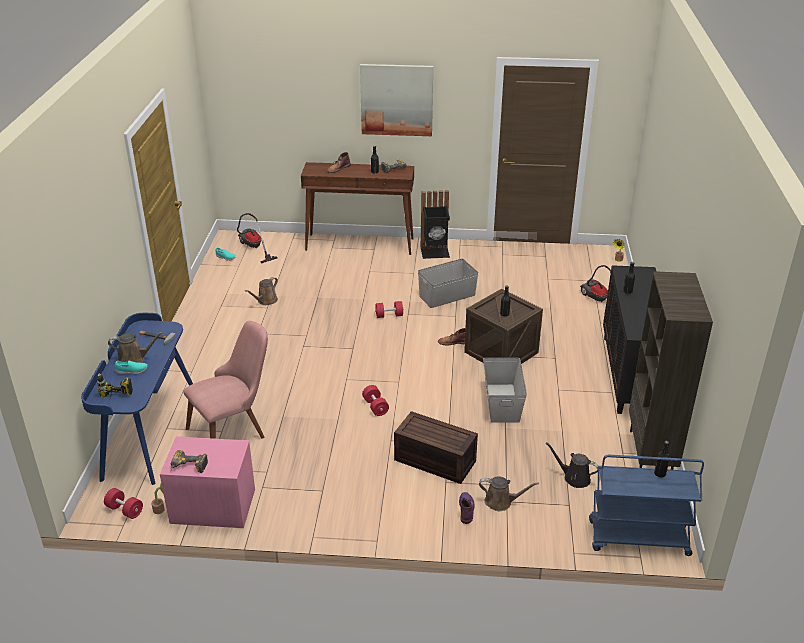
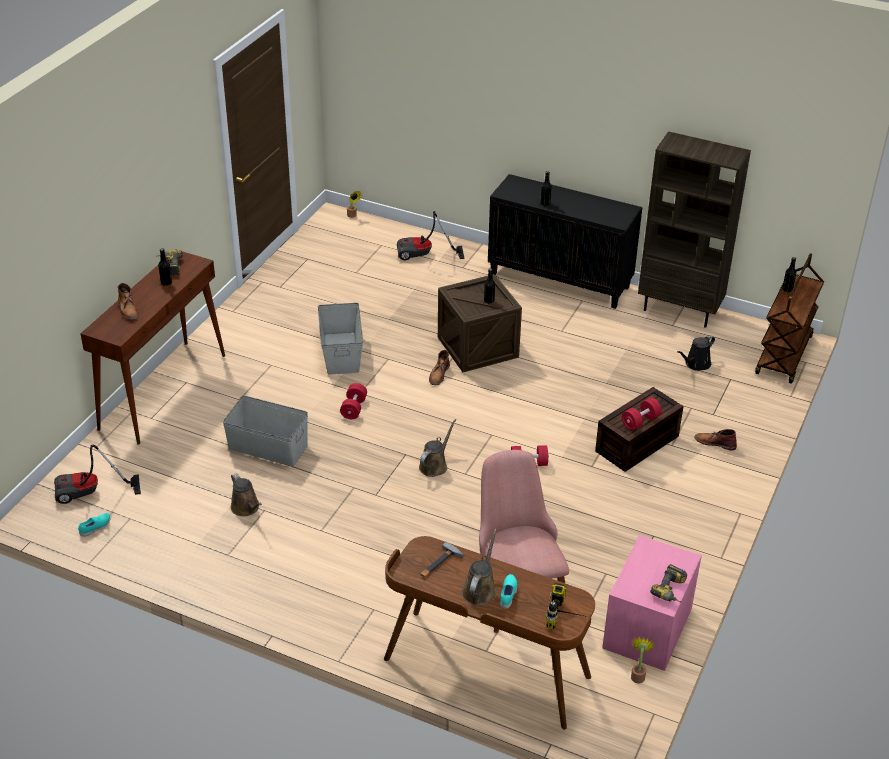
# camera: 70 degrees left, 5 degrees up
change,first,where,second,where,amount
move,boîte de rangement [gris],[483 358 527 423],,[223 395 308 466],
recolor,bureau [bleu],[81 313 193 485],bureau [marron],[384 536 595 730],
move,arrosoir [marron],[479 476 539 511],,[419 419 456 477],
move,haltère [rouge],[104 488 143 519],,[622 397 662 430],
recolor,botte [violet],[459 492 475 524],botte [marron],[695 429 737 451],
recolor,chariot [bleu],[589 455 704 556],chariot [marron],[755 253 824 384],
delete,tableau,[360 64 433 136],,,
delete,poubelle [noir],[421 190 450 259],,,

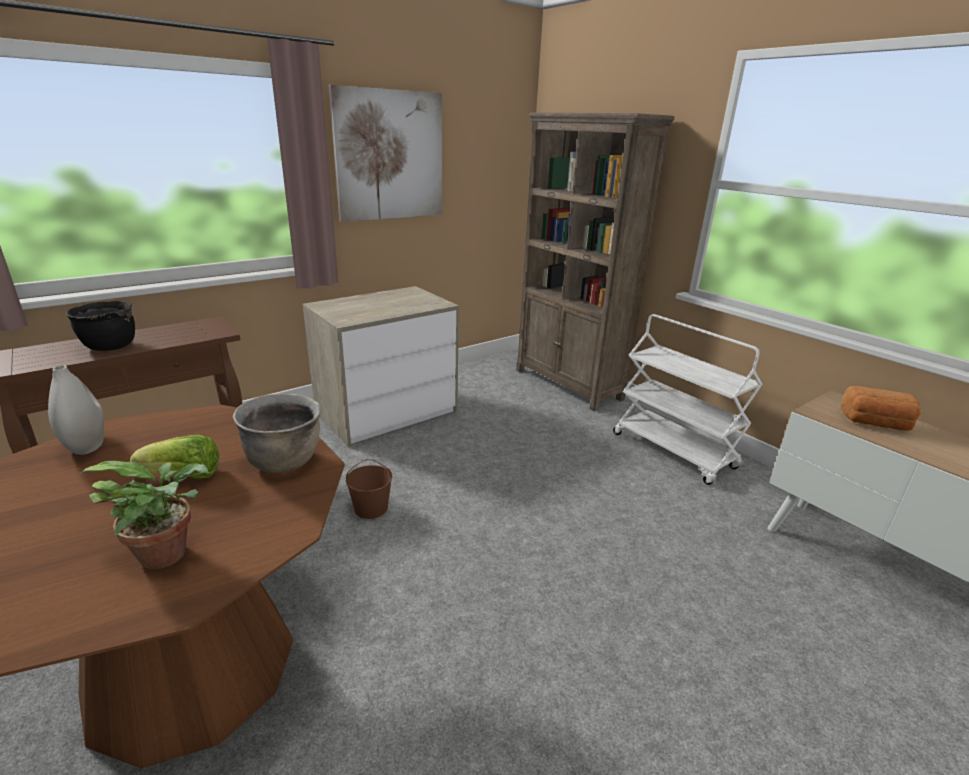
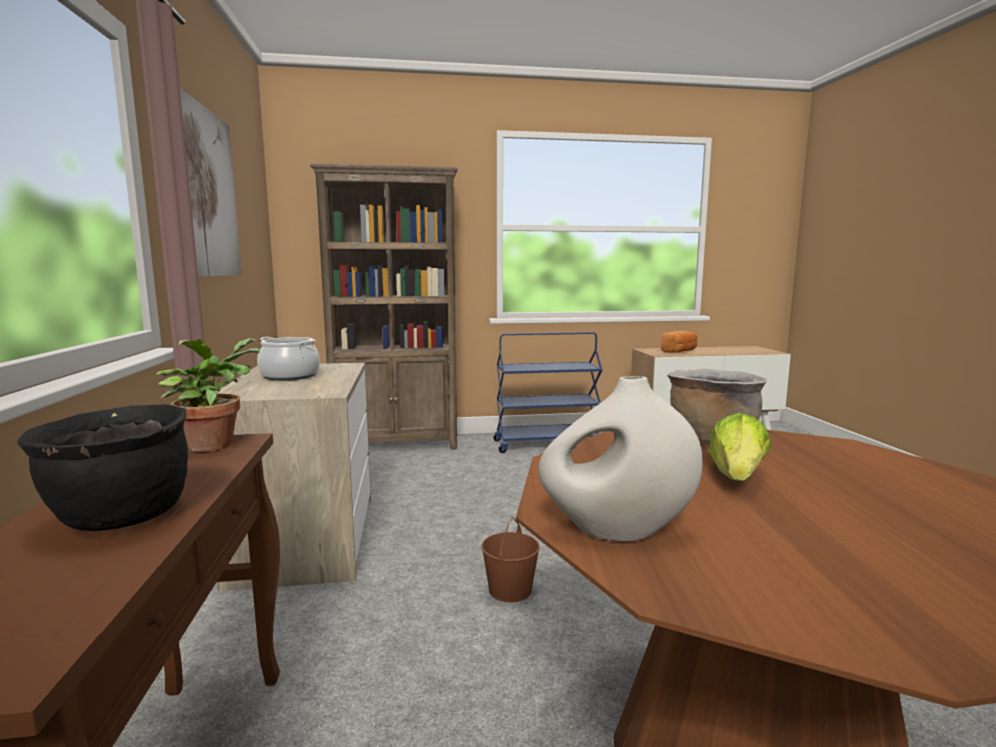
# camera: 60 degrees left, 15 degrees down
change,first,where,second,where,amount
move,plante en pot,[79 461 209 569],,[156 338 260 452],
insert,,,marmite,[257 337 320 381],
recolor,chariot [blanc],[613 314 762 485],chariot [bleu],[493 332 603 453],

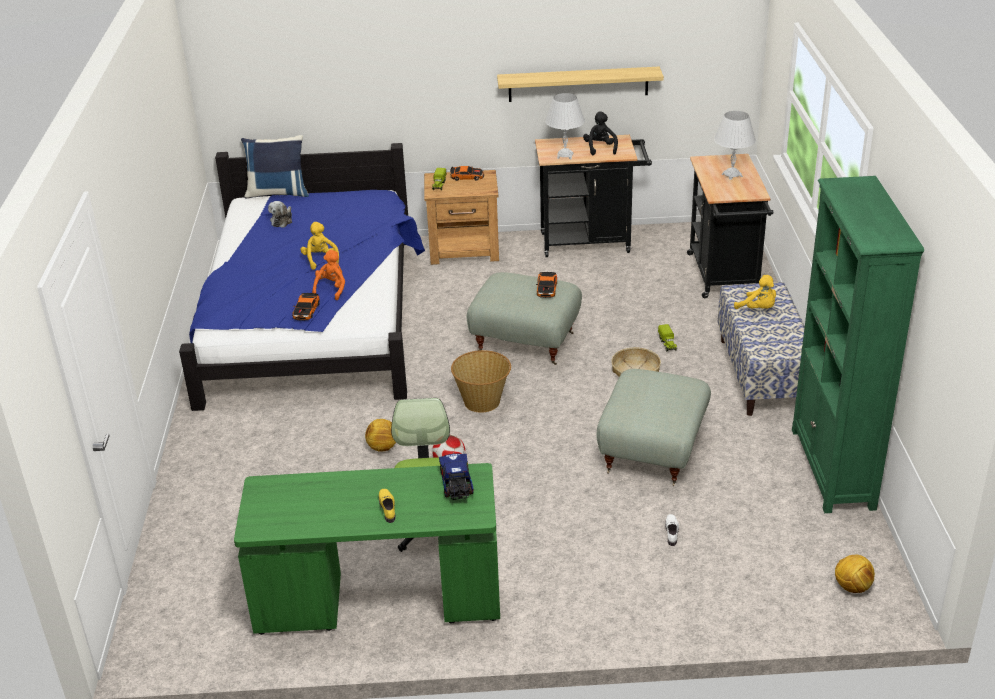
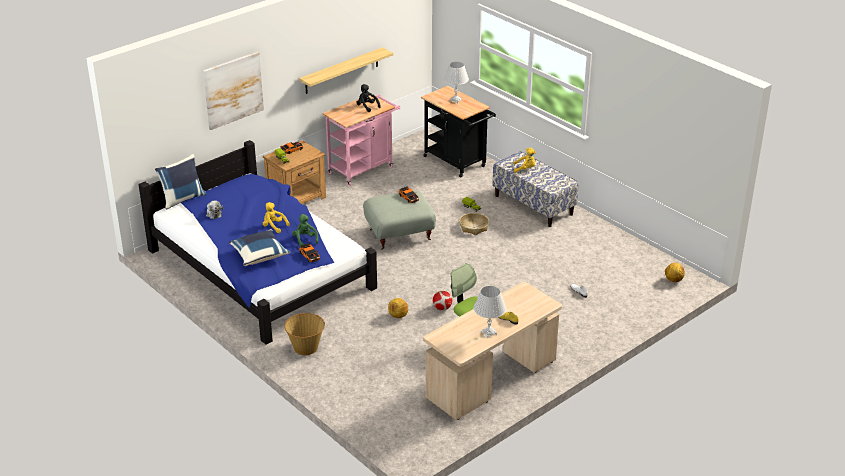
# camera: 40 degrees left, 0 degrees up
change,first,where,second,where,amount
insert,,,tableau,[203 51 264 130],
insert,,,coussin [bleu],[229 229 291 266],
move,panier,[451 350 511 413],,[284 313 325 355],
recolor,peluche [orange],[312 250 345 300],peluche [vert],[292 214 318 246],
recolor,chariot [noir],[535 135 652 257],chariot [rose],[322 95 400 186],
recolor,bureau [vert],[234 463 500 635],bureau [beige],[423 282 562 420],
move,lampe de table [blanc],[545 93 585 159],,[473 286 506 338],
delete,camion jouet,[439 453 474 500],,,
delete,pouf [gris],[596 369 711 486],,,
delete,bibliothèque [vert],[792 176 924 513],,,

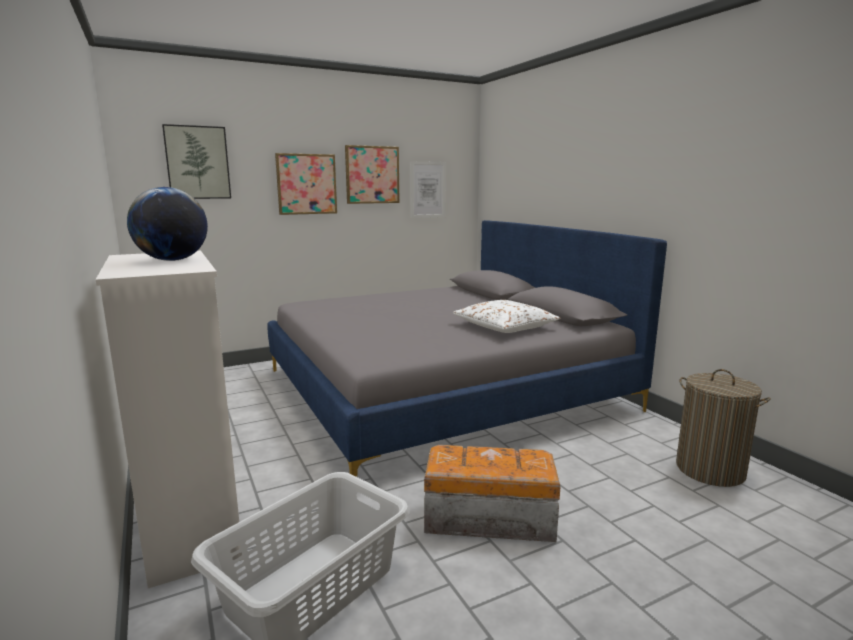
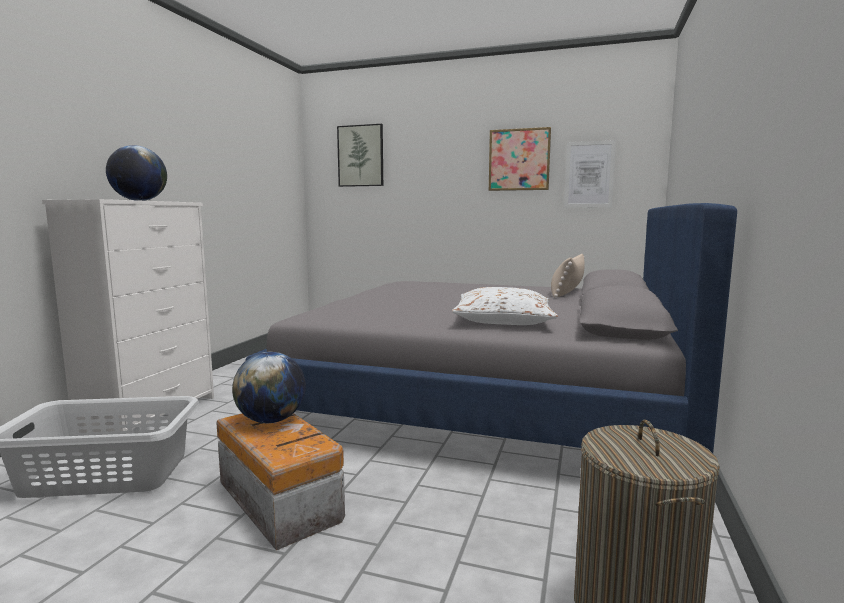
# camera: 45 degrees right, 5 degrees down
change,first,where,second,where,amount
insert,,,globe,[232 352 306 423],
insert,,,coussin [beige],[551 253 585 298],
delete,tableau,[275 153 337 215],,,

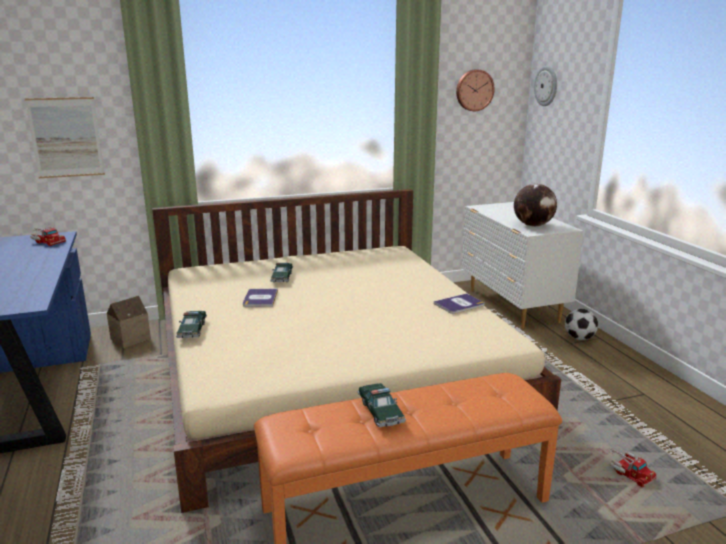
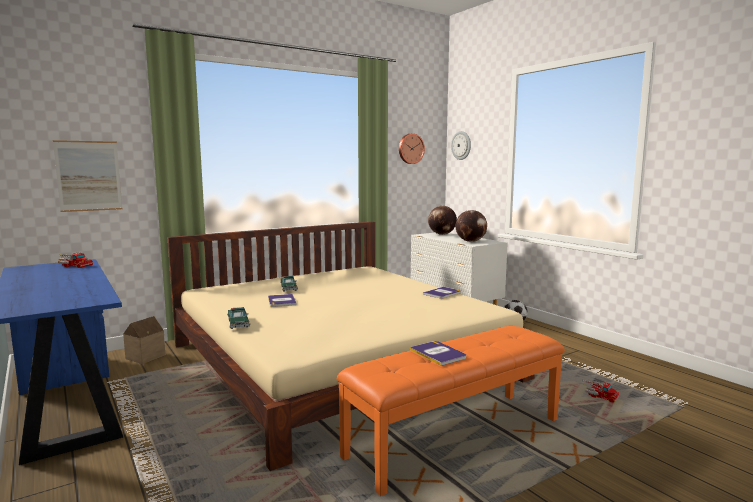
# camera: 15 degrees left, 10 degrees down
change,first,where,second,where,amount
replace,petite voiture,[357 383 406 427],livre,[410 341 466 366],
insert,,,globe,[428 206 457 235],

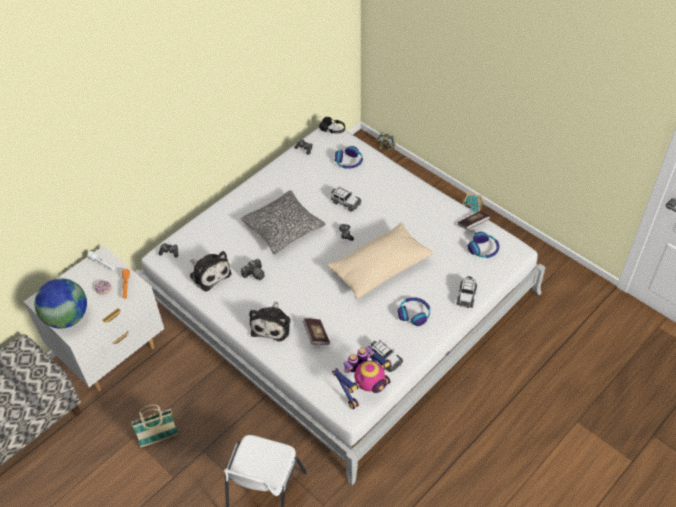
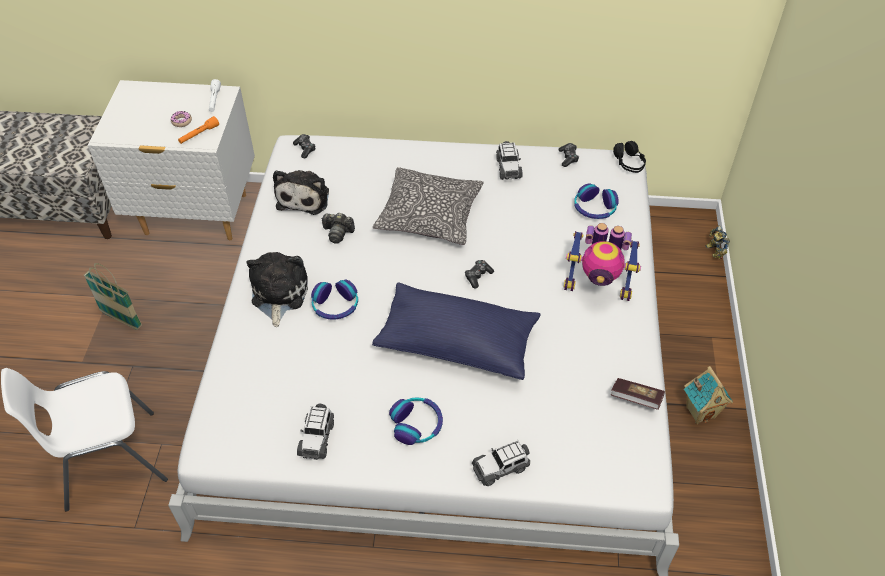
# camera: 50 degrees right, 0 degrees up
change,first,where,second,where,amount
rotate,peluche,[249 302 291 342],,[246 252 308 327],120 degrees clockwise
move,casque audio,[468 232 500 258],,[311 280 358 320],
recolor,coussin [beige],[327 222 433 299],coussin [bleu],[372 282 540 380],
move,petite voiture,[330 187 362 212],,[496 141 523 180],
move,robot jouet,[332 346 392 409],,[564 223 641 301],
delete,globe,[34 278 87 328],,,
delete,livre,[303 318 330 345],,,

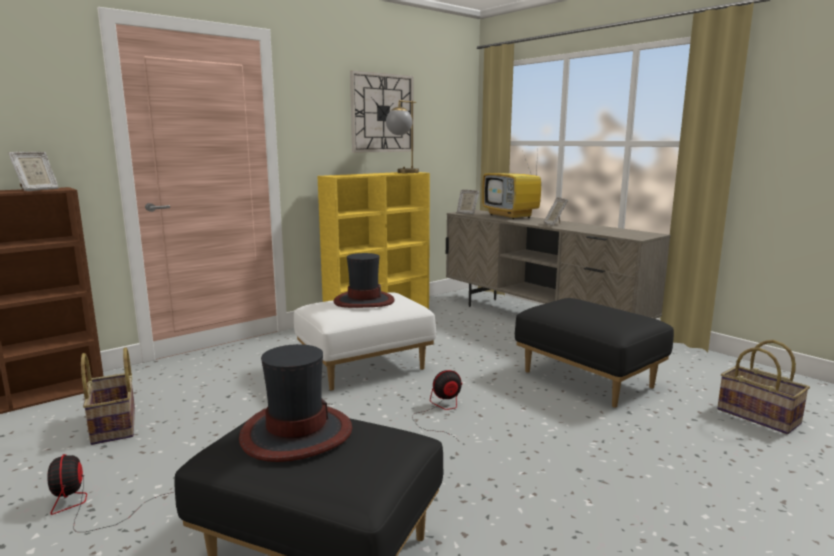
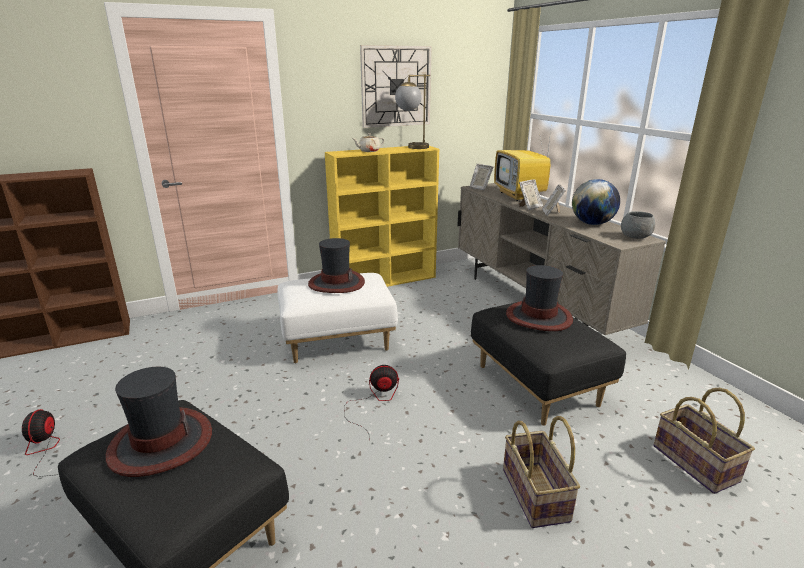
# camera: 15 degrees right, 10 degrees up
change,first,where,second,where,amount
insert,,,théière [beige],[352 133 384 152],
move,panier,[81 347 135 445],,[503 416 580 528],
insert,,,chapeau,[506 265 573 331],
move,cadre photo,[8 152 59 191],,[519 179 543 210],
insert,,,globe,[572 179 620 225],
insert,,,bol [gris],[621 211 655 239],

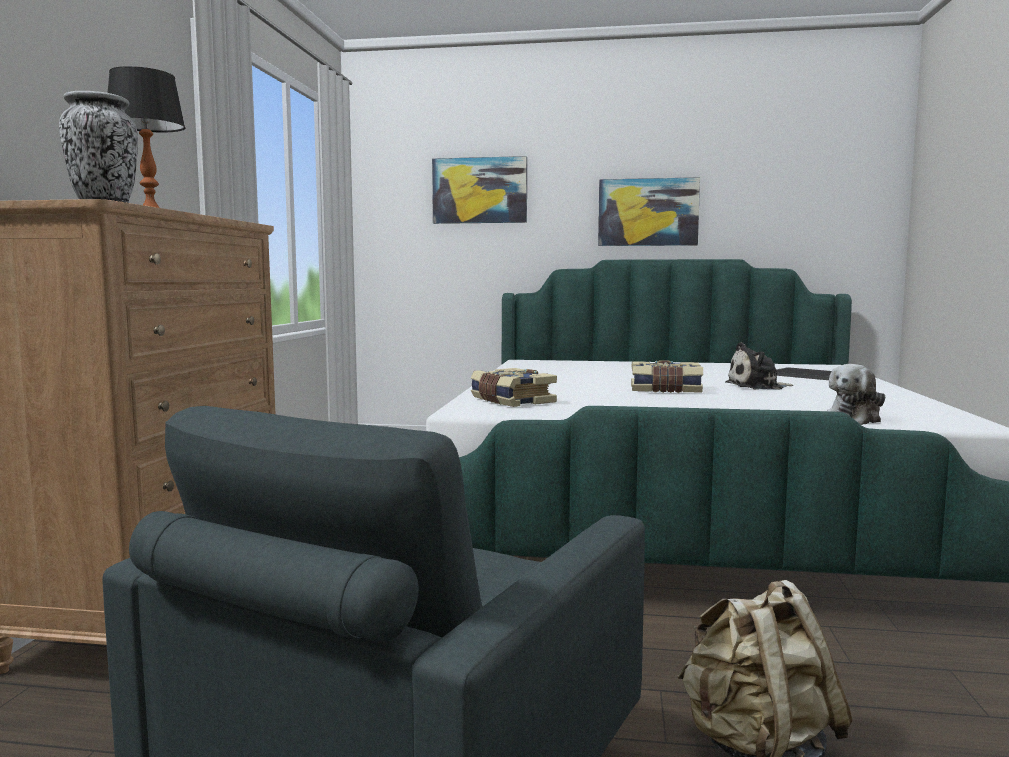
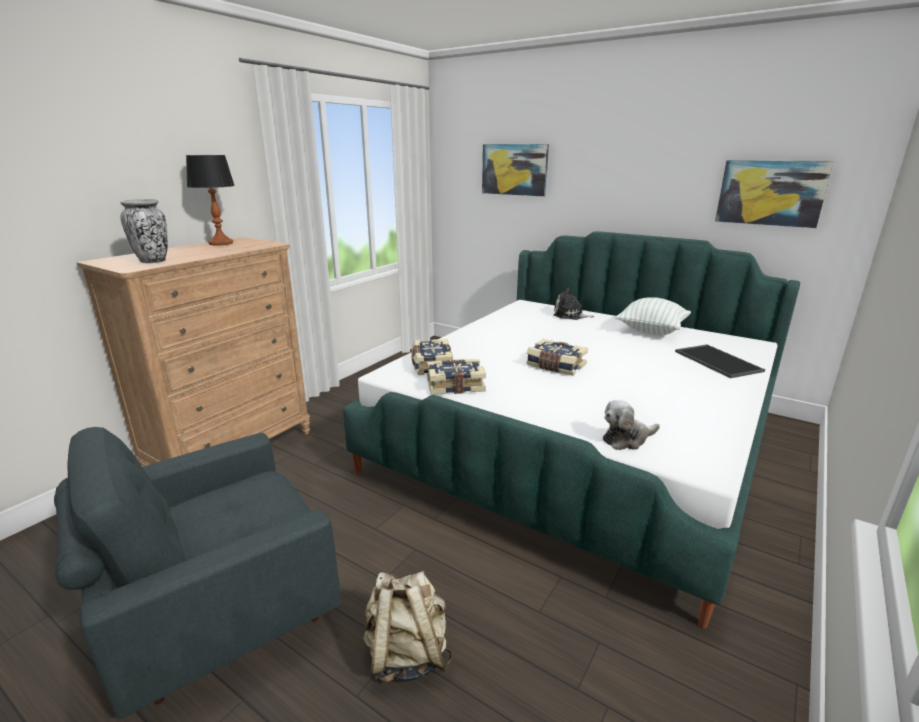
# camera: 25 degrees right, 15 degrees up
change,first,where,second,where,amount
insert,,,livre,[427 359 486 395],
move,peluche,[725 342 793 390],,[554 288 594 320],
insert,,,coussin,[615 297 691 335],
move,tableau,[598 177 700 246],,[715 160 834 228],

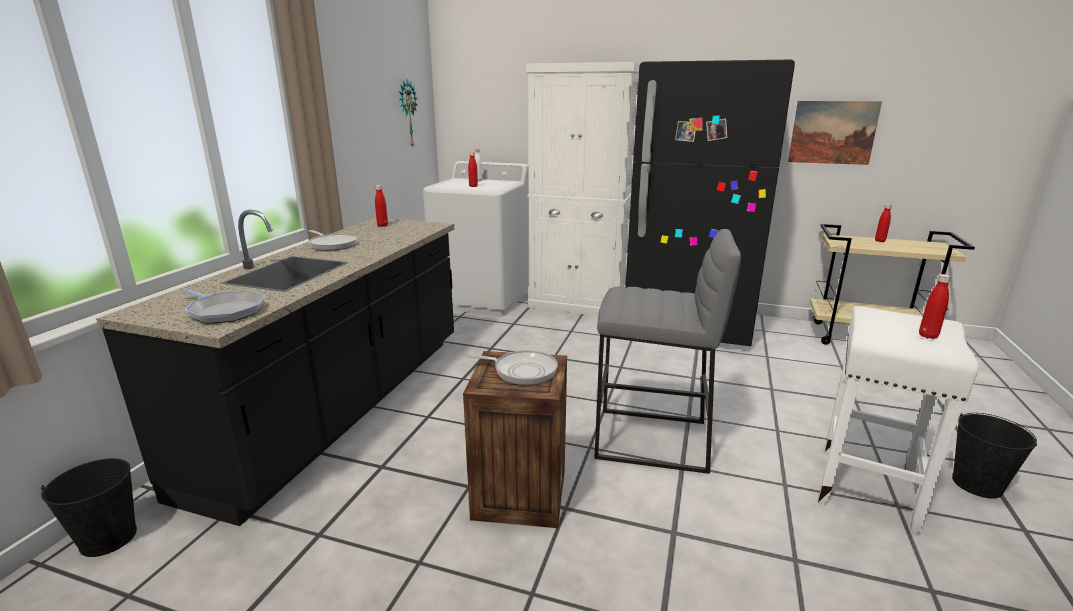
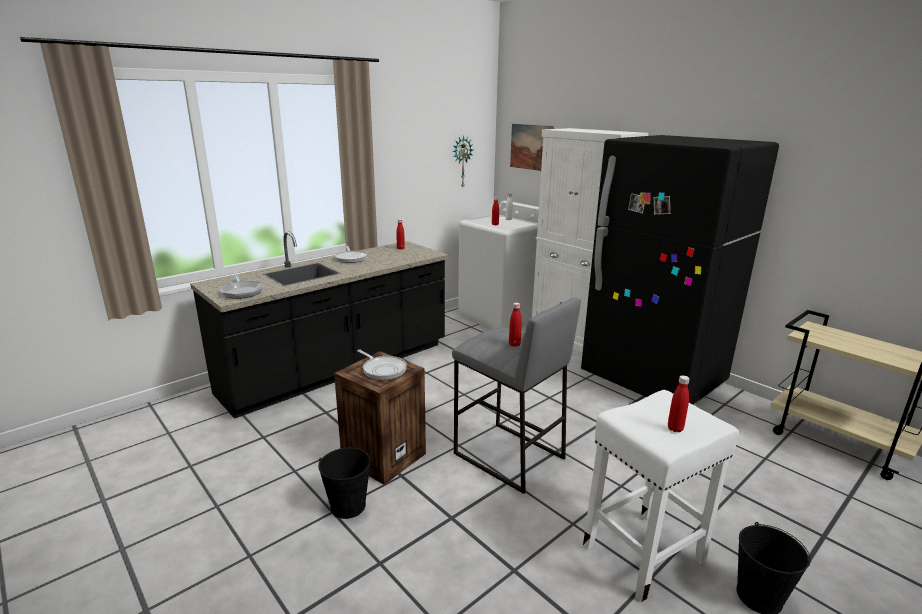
# camera: 30 degrees right, 0 degrees up
change,first,where,second,where,amount
move,seau [noir],[41 458 137 557],,[318 448 371 519],
move,bouteille [rouge],[875 204 892 242],,[509 303 522 347],
move,tableau,[788 101 882 165],,[510 124 554 171],

